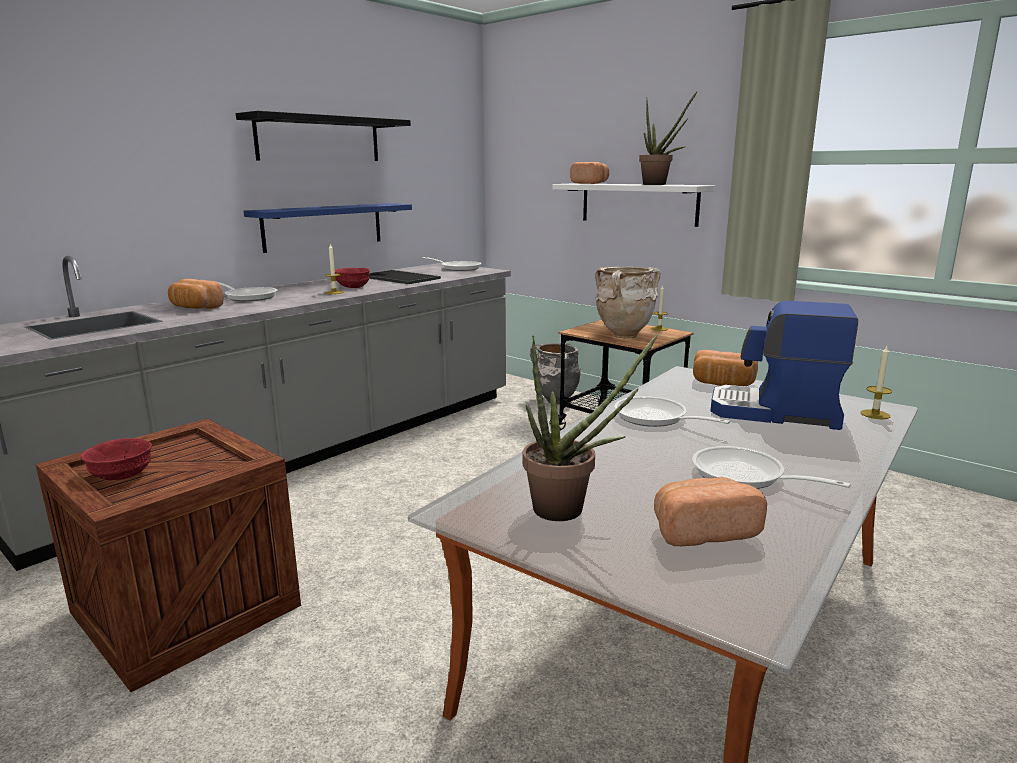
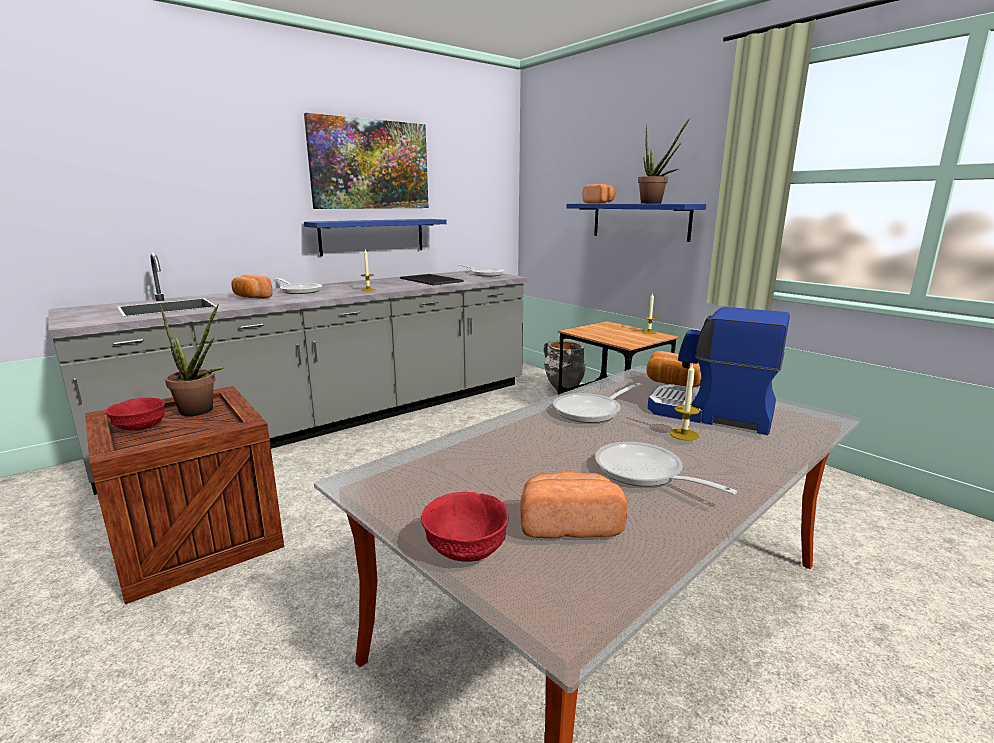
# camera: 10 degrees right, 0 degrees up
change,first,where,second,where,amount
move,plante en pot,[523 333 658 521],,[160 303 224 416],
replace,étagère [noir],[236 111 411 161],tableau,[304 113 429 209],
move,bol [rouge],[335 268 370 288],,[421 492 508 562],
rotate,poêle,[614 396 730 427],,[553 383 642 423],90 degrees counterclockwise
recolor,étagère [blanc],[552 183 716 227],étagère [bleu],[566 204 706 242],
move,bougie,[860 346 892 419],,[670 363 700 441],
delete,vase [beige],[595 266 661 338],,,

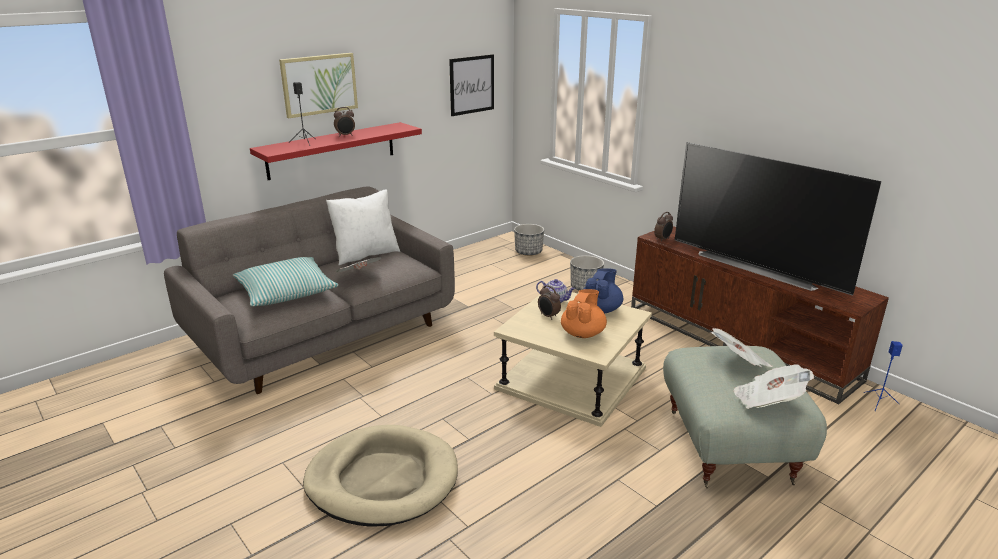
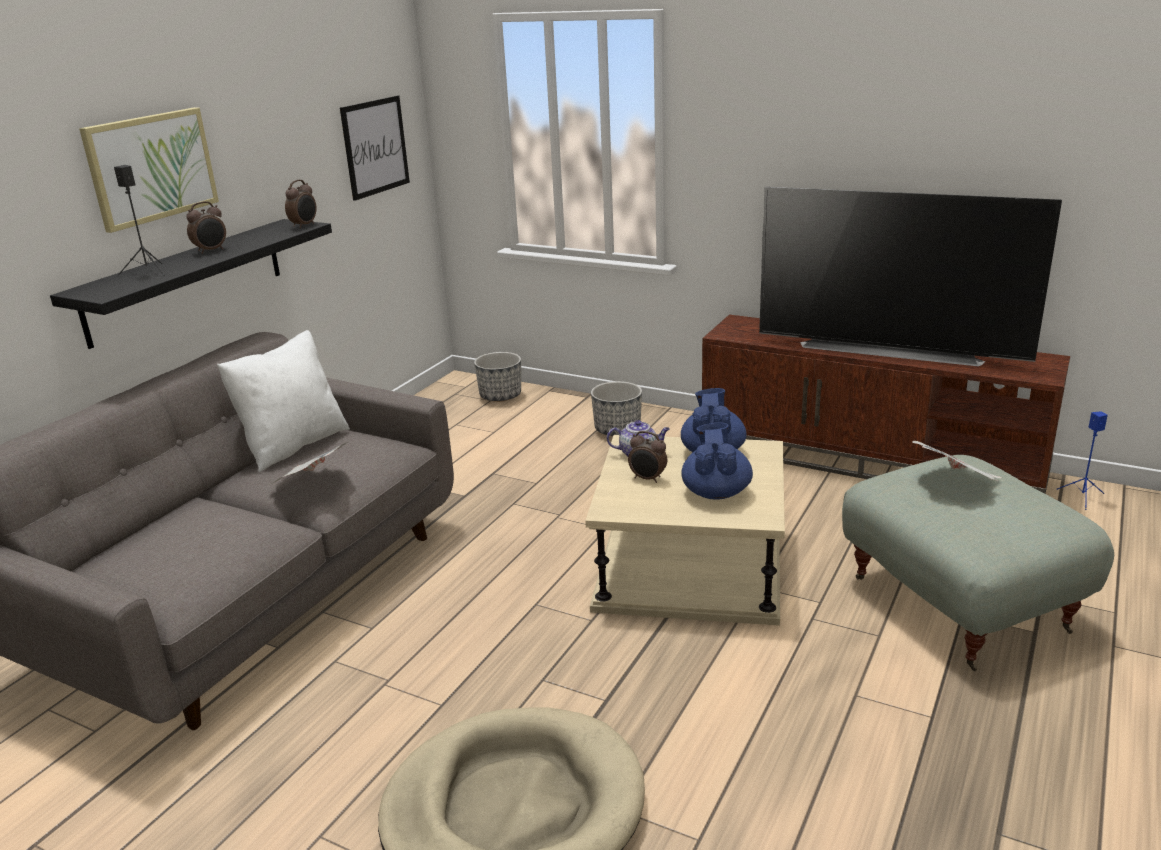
# camera: 20 degrees left, 0 degrees up
change,first,where,second,where,amount
recolor,étagère [rouge],[250 122 422 180],étagère [noir],[50 219 332 349],
move,réveil,[654 212 673 242],,[285 180 316 228],
recolor,théière [orange],[561 289 607 338],théière [bleu],[682 422 753 499],
delete,coussin,[233 257 339 306],,,
delete,journal,[733 364 814 409],,,

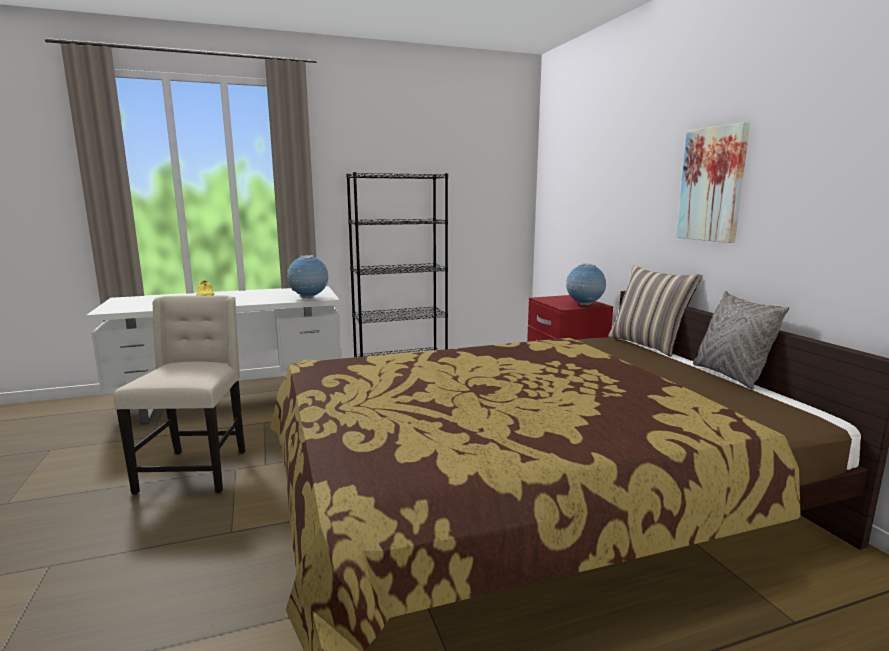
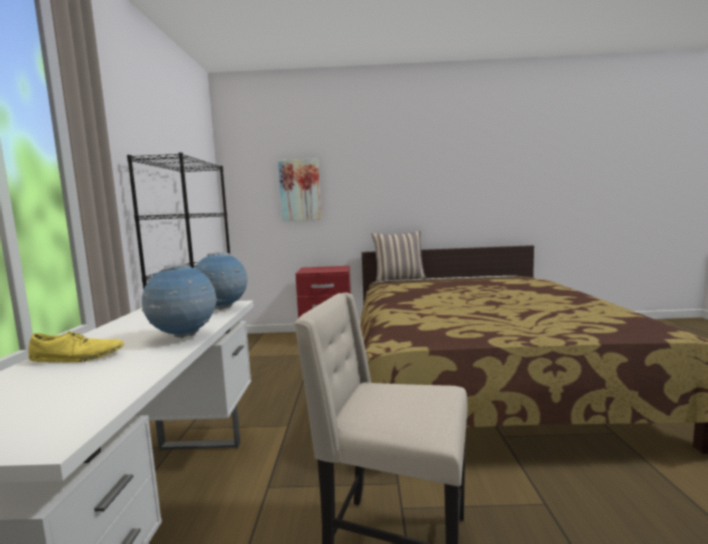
# camera: 70 degrees left, 5 degrees down
change,first,where,second,where,amount
move,globe,[566 263 606 306],,[142 264 218 338],
move,tableau,[676 122 750 243],,[278 158 321 221],
delete,coussin [gris],[693 291 789 390],,,

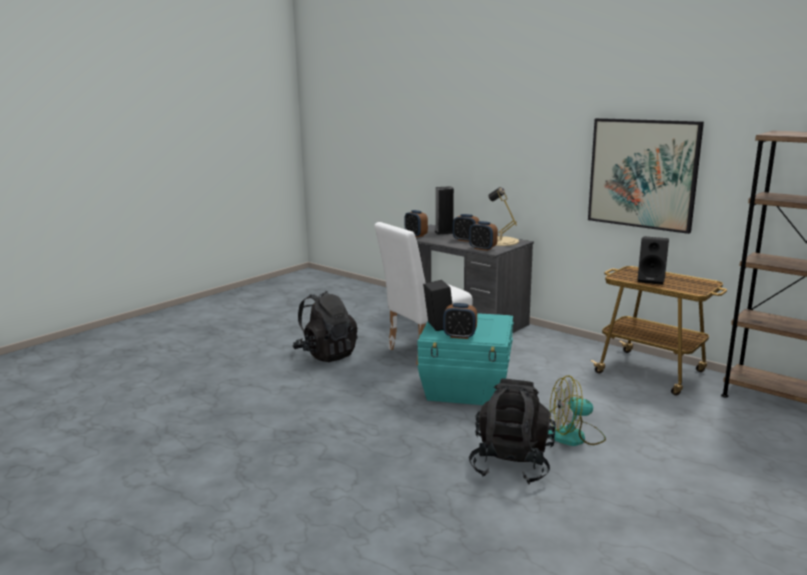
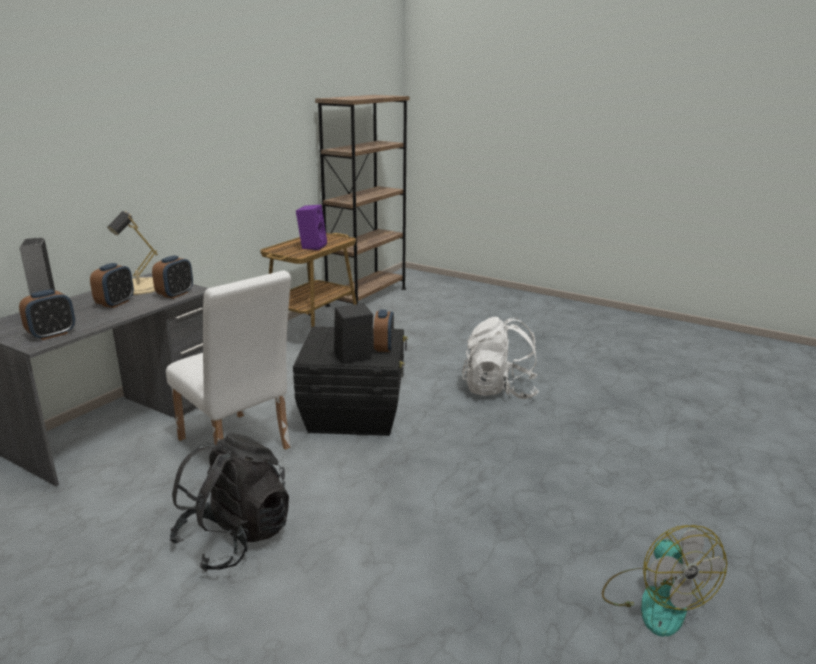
# camera: 100 degrees left, 5 degrees up
change,first,where,second,where,amount
recolor,boîte de rangement [turquoise],[418 313 513 405],boîte de rangement [noir],[293 327 408 436],
recolor,enceinte [noir],[637 236 669 285],enceinte [violet],[296 205 327 250],
recolor,sac à dos [noir],[469 379 556 484],sac à dos [blanc],[462 317 539 399],
move,ventilateur,[548 375 606 446],,[602 525 727 637],
delete,tableau,[588 118 704 234],,,

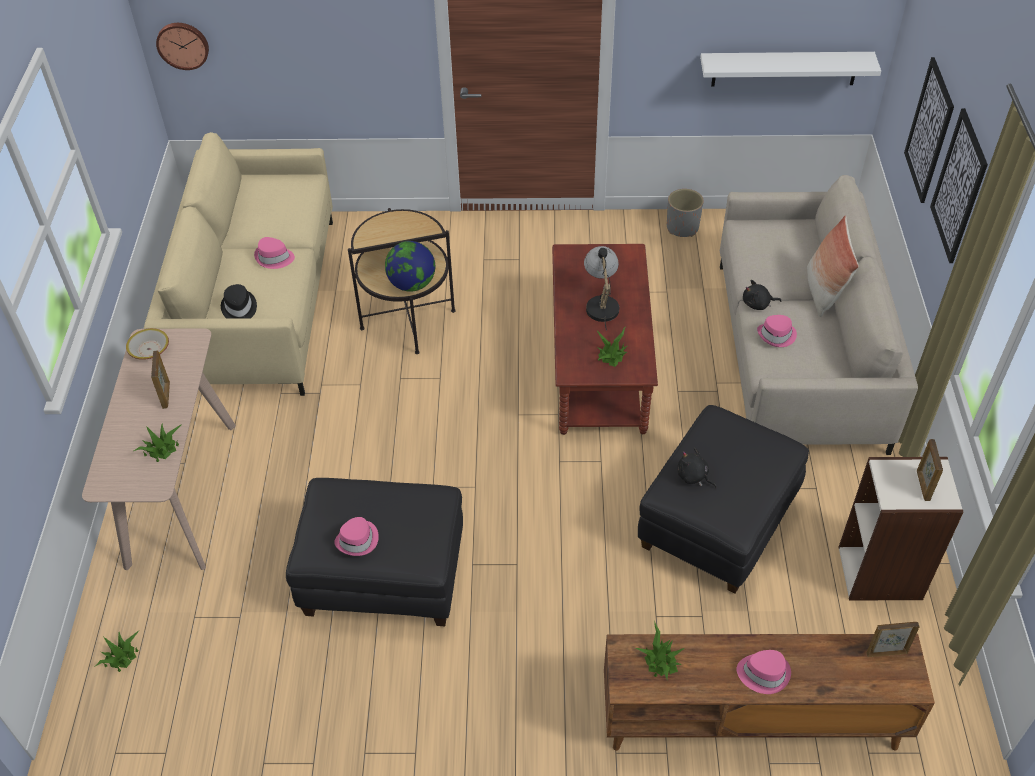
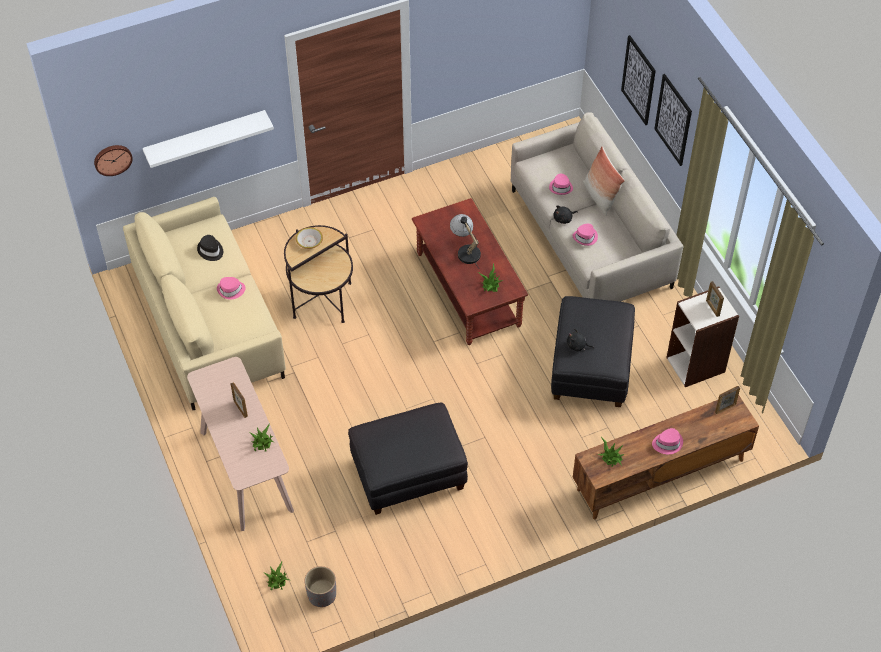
# camera: 25 degrees left, 5 degrees up
change,first,where,second,where,amount
move,étagère [blanc],[700 52 881 86],,[143 110 274 168],
move,chapeau [noir],[221 284 257 318],,[197 235 223 261],
move,bol,[126 328 169 360],,[296 227 323 249],
move,cache-pot [gris],[667 189 704 237],,[304 566 336 607],
move,chapeau [rose],[334 517 379 556],,[549 174 573 195],
delete,globe,[385 241 435 292],,,

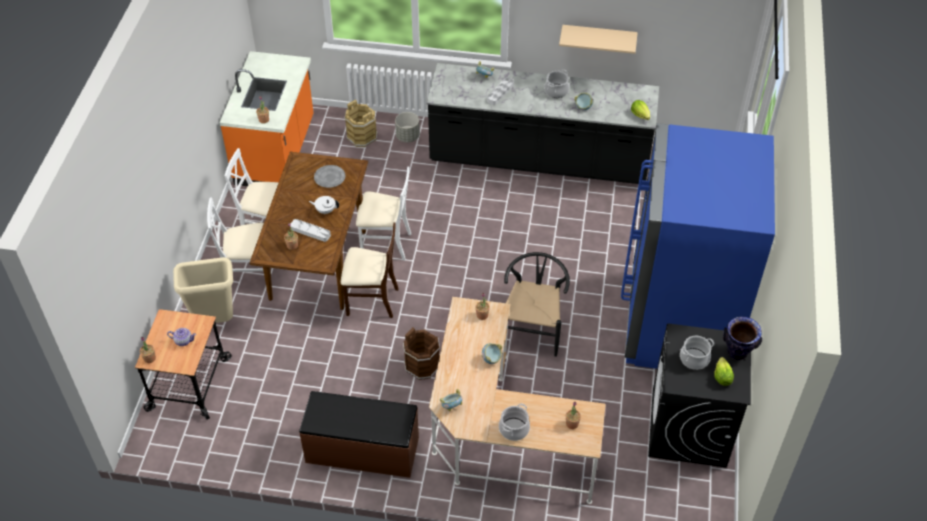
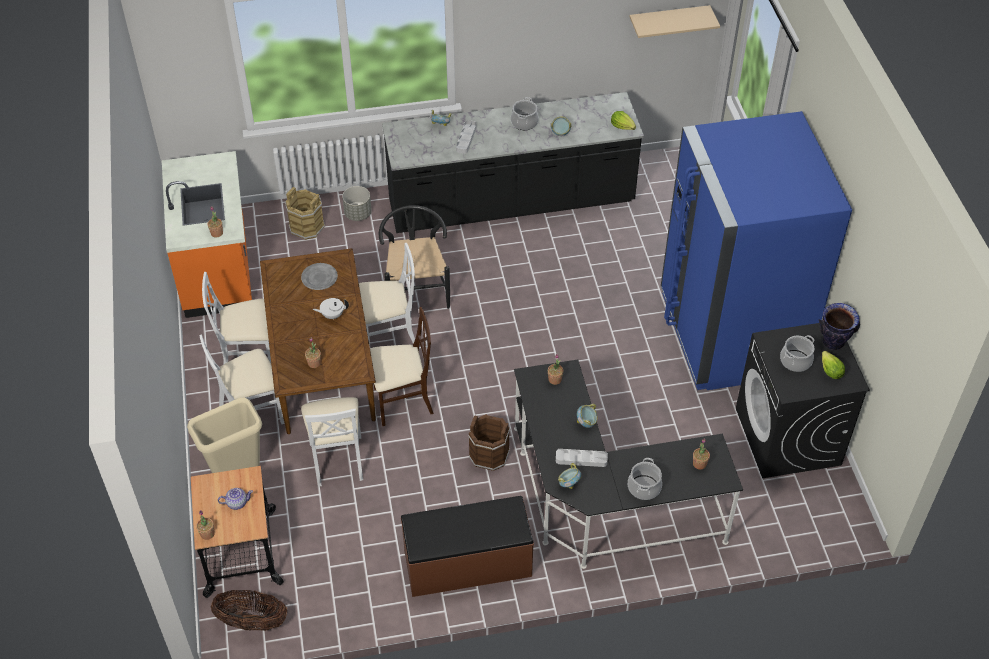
# camera: 20 degrees left, 0 degrees up
change,first,where,second,where,amount
insert,,,panier,[210 590 287 631],
insert,,,chaise [blanc],[301 397 363 487],
move,chaise [noir],[504 252 570 357],,[379 205 450 309],
recolor,bureau [beige],[429 297 606 504],bureau [noir],[514 360 743 569],
move,plateau [gris],[290 219 331 242],,[556 449 608 467],
move,étagère [beige],[559 25 638 54],,[629 5 720 38],

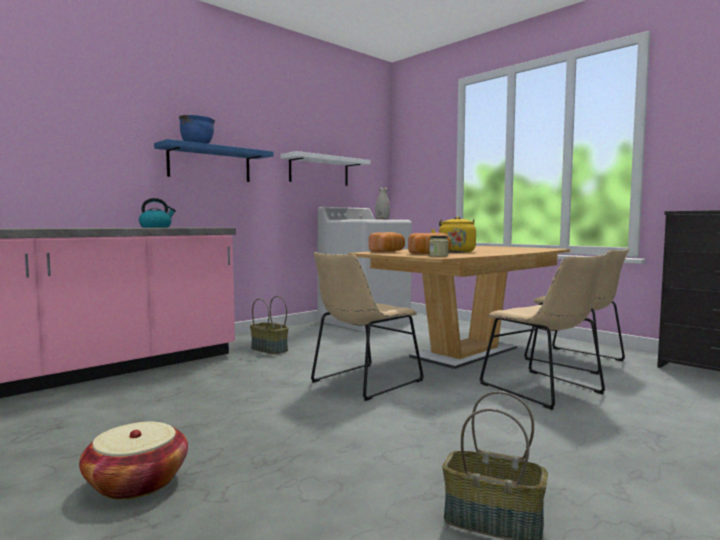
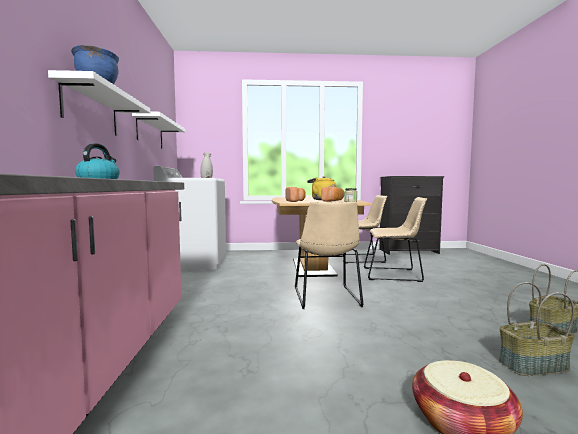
# camera: 50 degrees left, 0 degrees up
change,first,where,second,where,amount
recolor,étagère [bleu],[154 139 274 182],étagère [blanc],[48 70 150 136],
move,panier,[250 296 289 355],,[499 282 575 376],

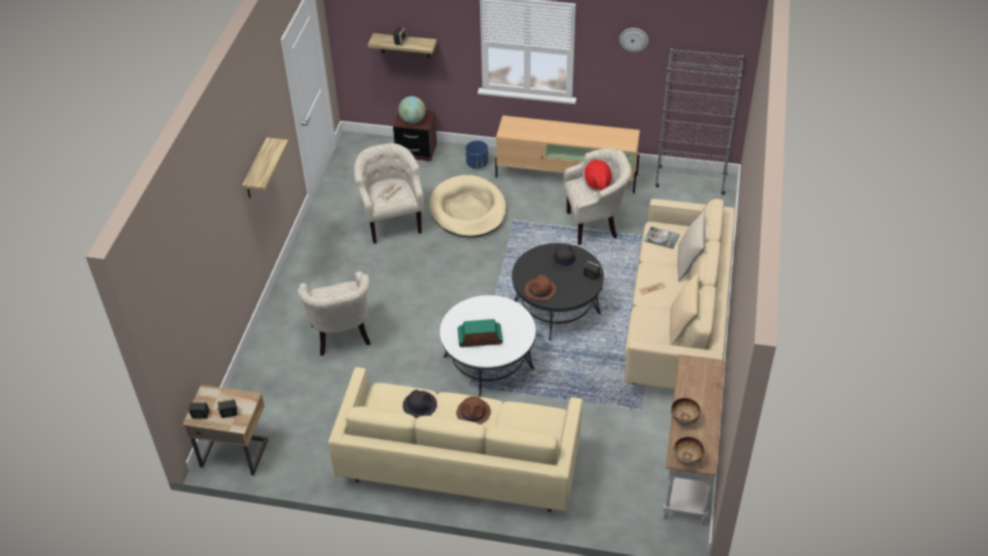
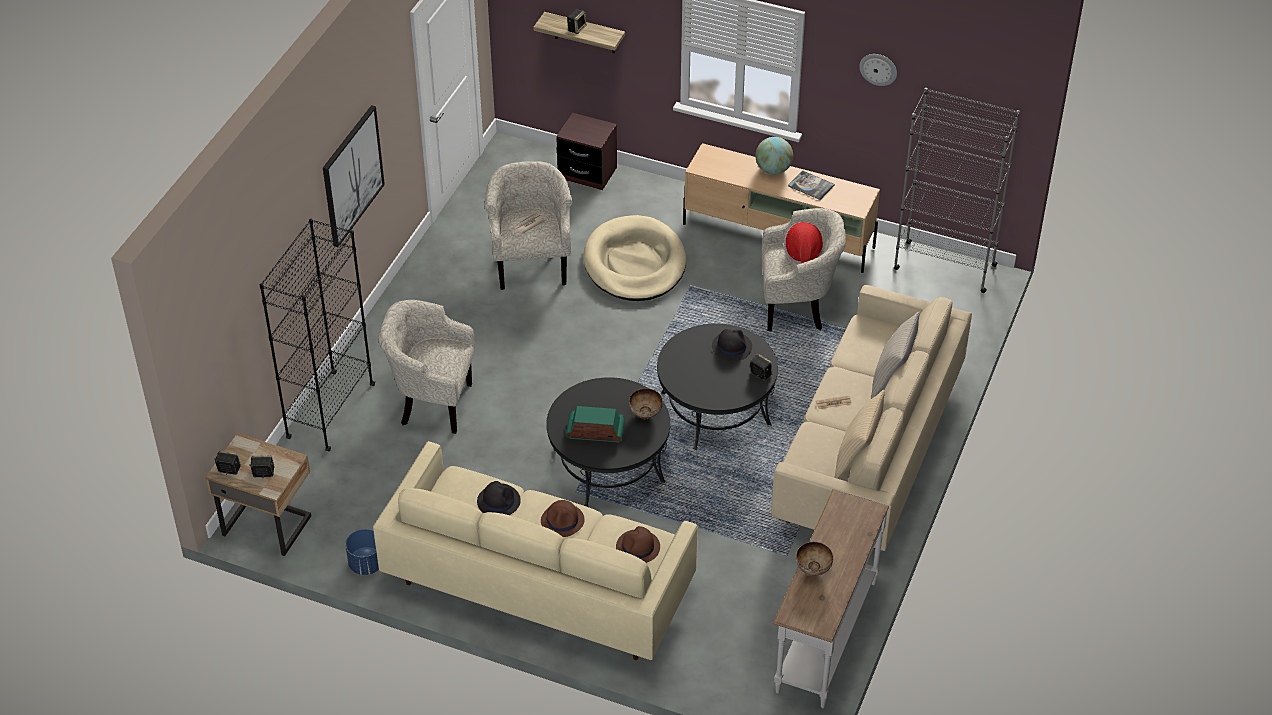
# camera: 10 degrees right, 0 degrees up
change,first,where,second,where,amount
insert,,,bibliothèque [noir],[260 219 375 451],
replace,étagère,[242 137 289 198],tableau,[323 105 385 247],
move,cache-pot [bleu],[466 140 488 169],,[345 529 379 575],
rotate,fauteuil [beige],[297 271 371 356],,[378 300 475 434],105 degrees clockwise
recolor,table basse [blanc],[440 295 536 397],table basse [noir],[546 377 670 507],
move,chapeau [marron],[525 275 556 301],,[616 526 660 563],
move,bol,[674 437 704 465],,[629 388 663 419],
move,globe,[398 96 426 124],,[755 137 793 175],
move,livre,[644 227 680 249],,[788 170 835 200],

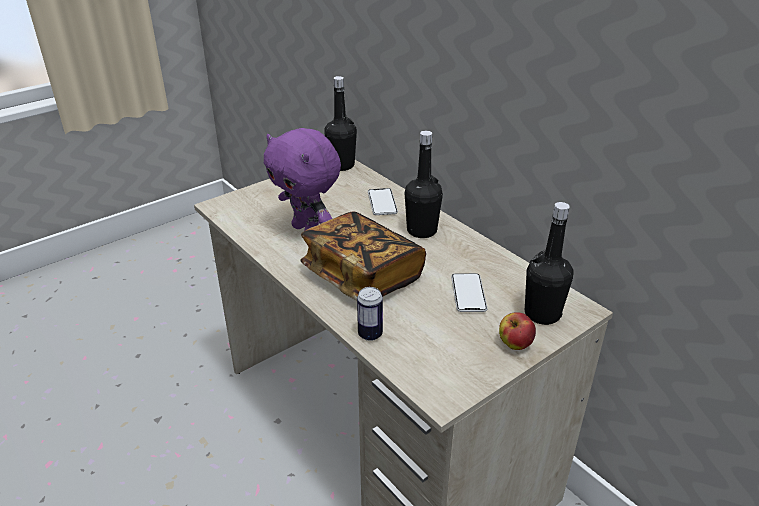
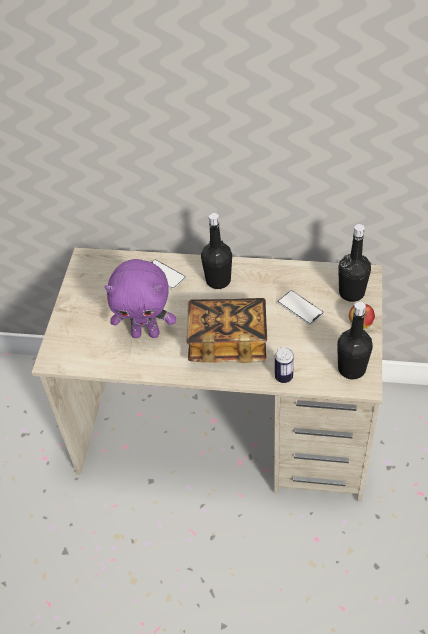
# camera: 40 degrees left, 15 degrees up
change,first,where,second,where,amount
move,bouteille [noir],[324 76 357 171],,[337 301 373 379],

